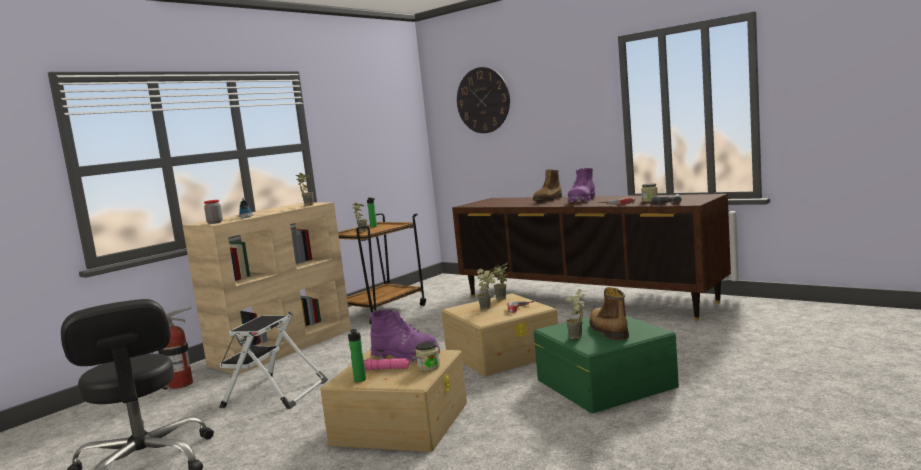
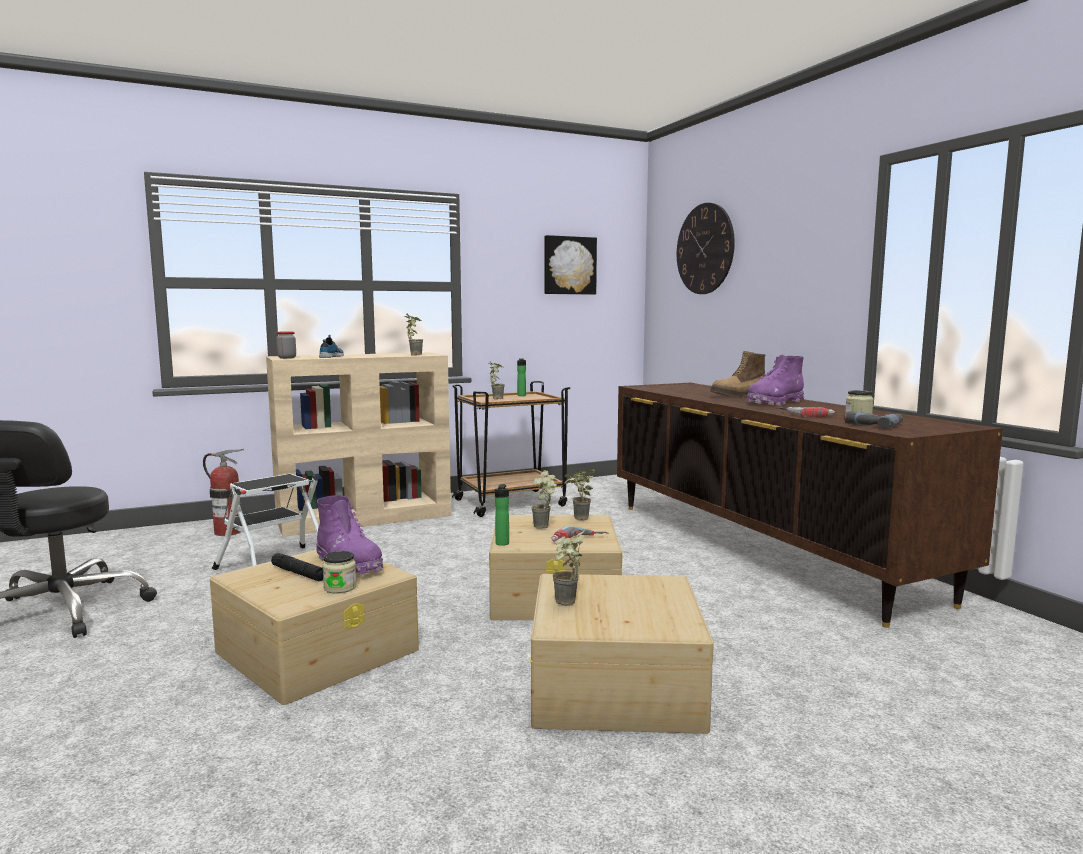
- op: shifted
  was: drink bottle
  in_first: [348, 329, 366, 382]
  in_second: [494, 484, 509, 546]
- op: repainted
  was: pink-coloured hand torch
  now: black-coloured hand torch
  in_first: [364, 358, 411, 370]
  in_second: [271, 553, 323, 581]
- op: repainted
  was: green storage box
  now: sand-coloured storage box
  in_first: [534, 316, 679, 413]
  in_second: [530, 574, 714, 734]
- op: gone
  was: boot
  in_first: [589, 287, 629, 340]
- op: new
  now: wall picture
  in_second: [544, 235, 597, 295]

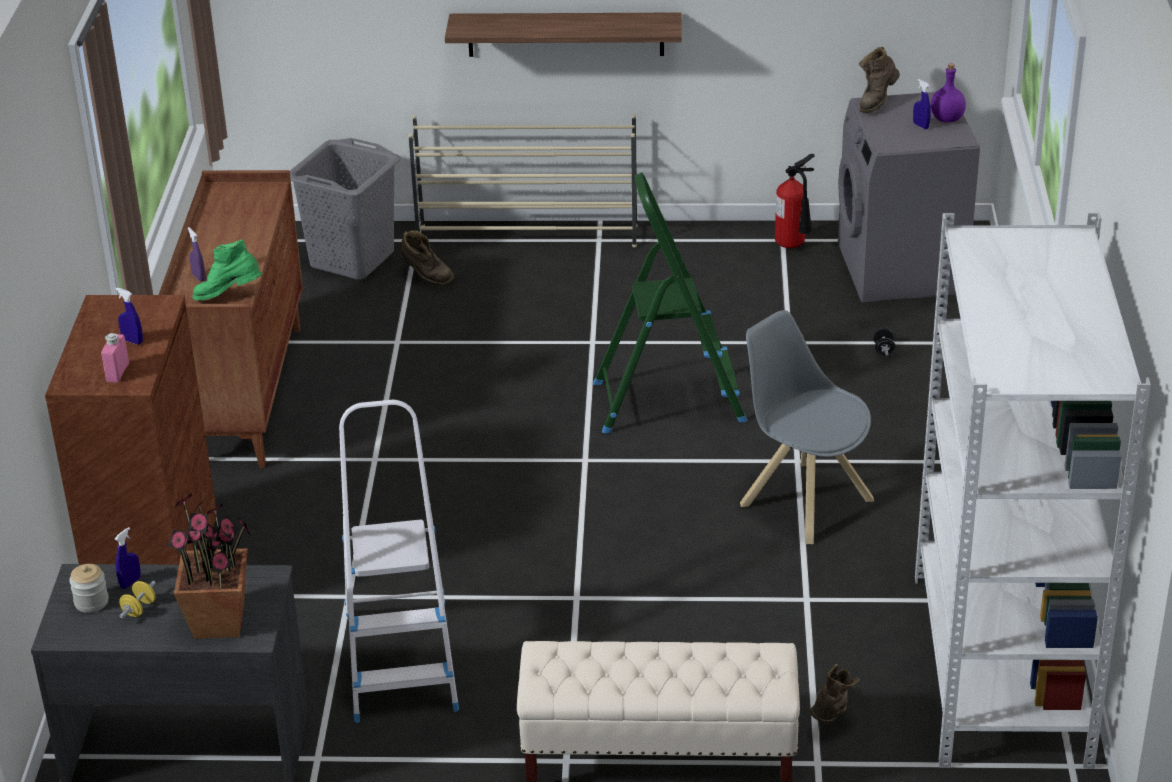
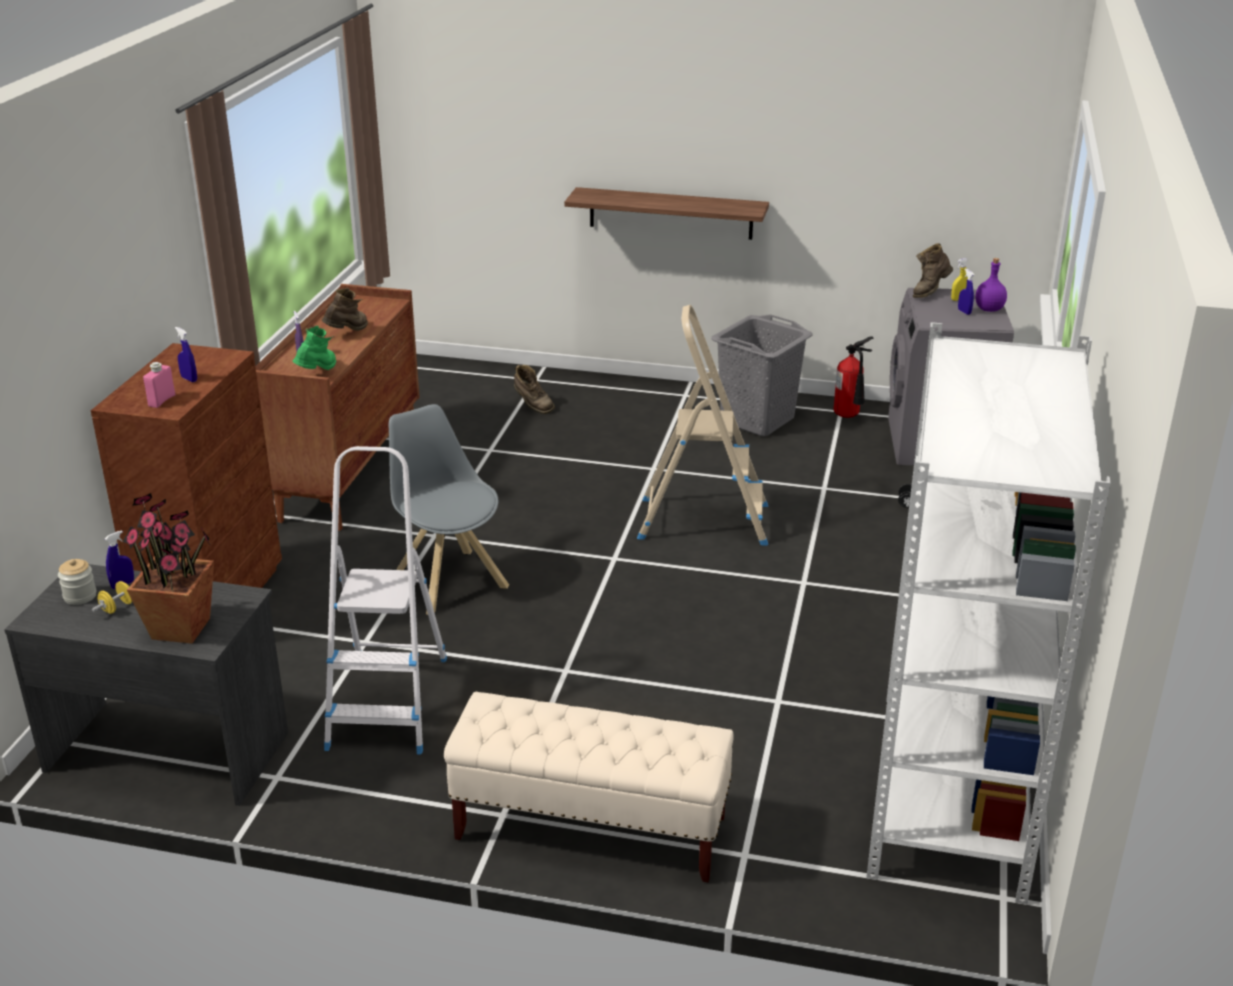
- op: rotated
  was: green boot
  in_first: [193, 239, 262, 300]
  in_second: [293, 325, 336, 370]
  clockwise: 105
- op: shifted
  was: greyish hamper
  in_first: [290, 138, 401, 280]
  in_second: [711, 314, 813, 436]
- op: gone
  was: sand-coloured shoe rack
  in_first: [408, 114, 637, 247]
- op: repainted
  was: green stepladder
  now: sand-coloured stepladder
  in_first: [593, 172, 747, 433]
  in_second: [637, 305, 768, 546]
- op: shifted
  was: greyish upright chair
  in_first: [740, 310, 874, 544]
  in_second: [389, 404, 509, 615]
- op: shifted
  was: brown boot
  in_first: [810, 664, 860, 724]
  in_second: [322, 288, 368, 331]
- op: new
  now: yellowish spray bottle
  in_second: [951, 258, 968, 301]

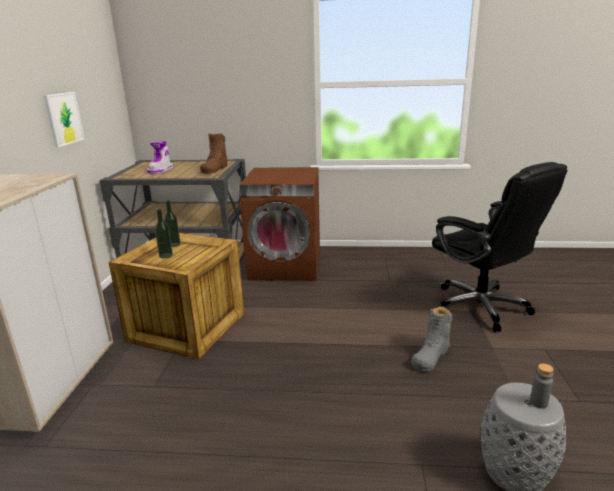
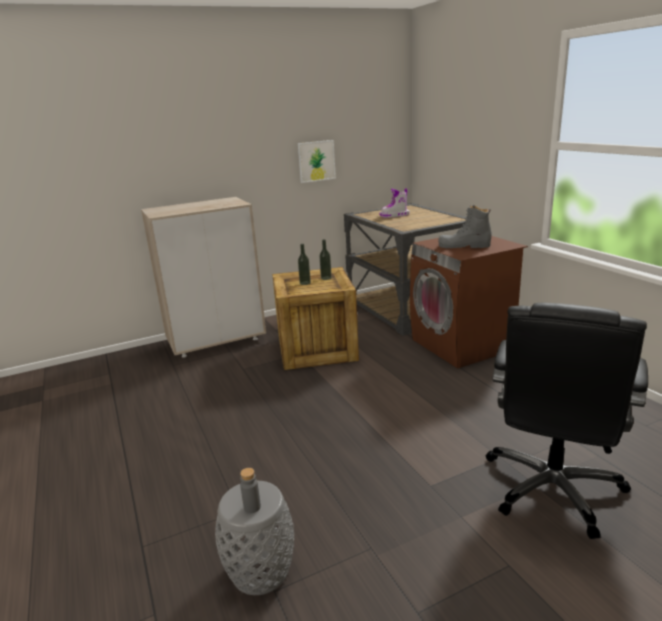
- op: gone
  was: brown boot
  in_first: [200, 134, 228, 174]
- op: shifted
  was: greyish boot
  in_first: [411, 306, 452, 372]
  in_second: [438, 205, 492, 248]

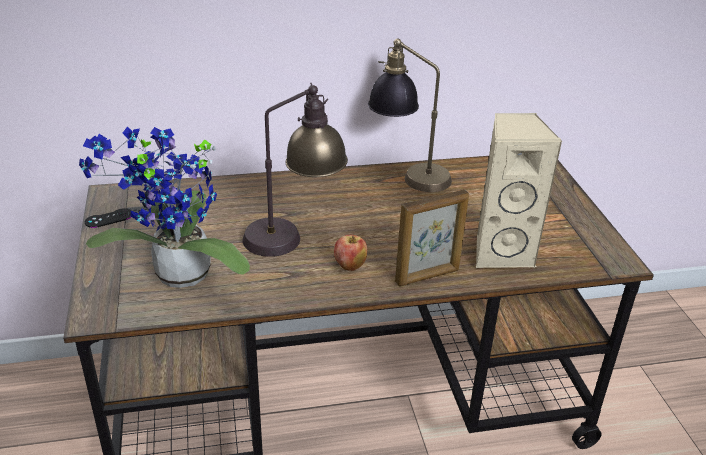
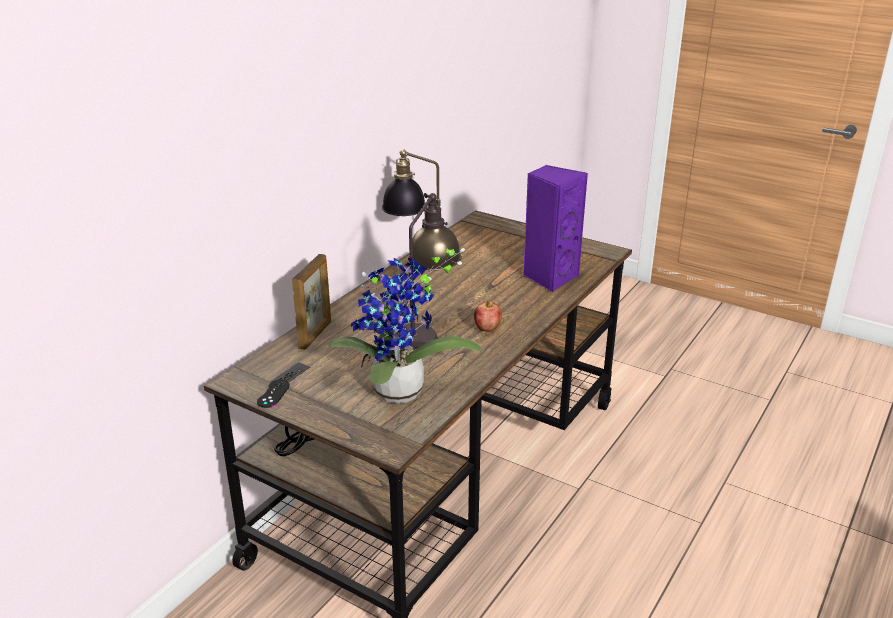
- op: shifted
  was: photo frame
  in_first: [395, 190, 469, 286]
  in_second: [292, 254, 331, 350]
- op: repainted
  was: sand-coloured audio speaker
  now: purple-coloured audio speaker
  in_first: [476, 113, 563, 269]
  in_second: [523, 165, 588, 292]

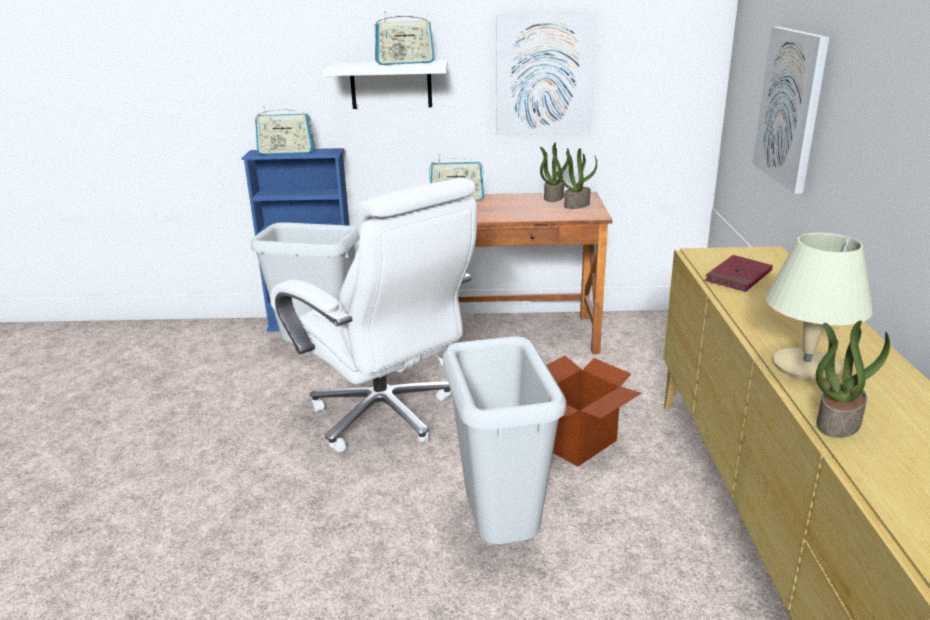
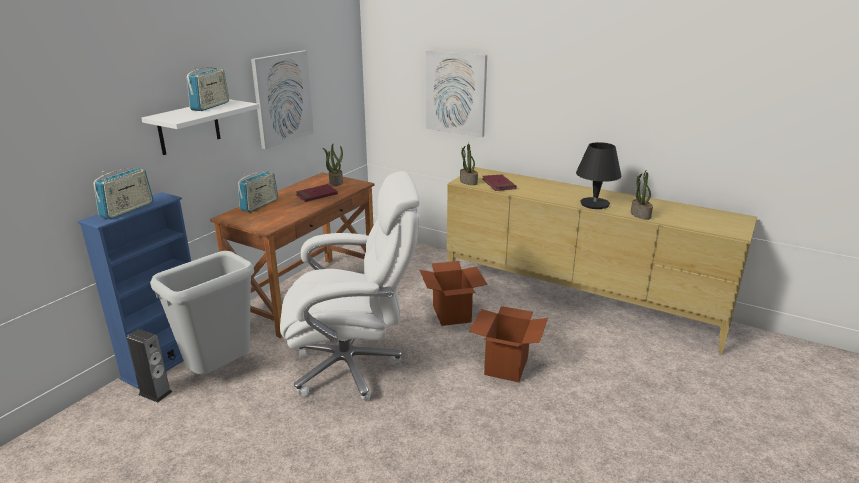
- op: swapped
  was: greyish waste bin
  now: carton
  in_first: [443, 336, 566, 545]
  in_second: [469, 306, 548, 382]
- op: shifted
  was: plant in a pot
  in_first: [540, 142, 570, 202]
  in_second: [460, 142, 478, 185]
- op: repainted
  was: sand-coloured lamp for a table
  now: black-coloured lamp for a table
  in_first: [765, 233, 873, 381]
  in_second: [576, 142, 622, 209]
- op: new
  now: audio speaker
  in_second: [127, 329, 172, 402]
- op: new
  now: red book
  in_second: [296, 184, 338, 202]

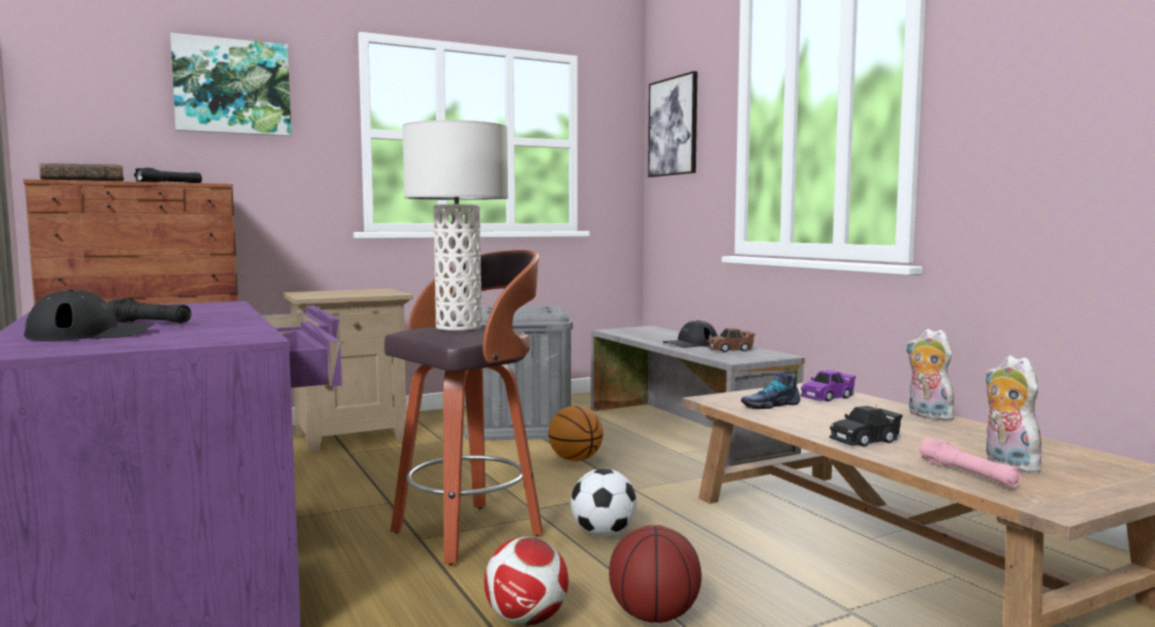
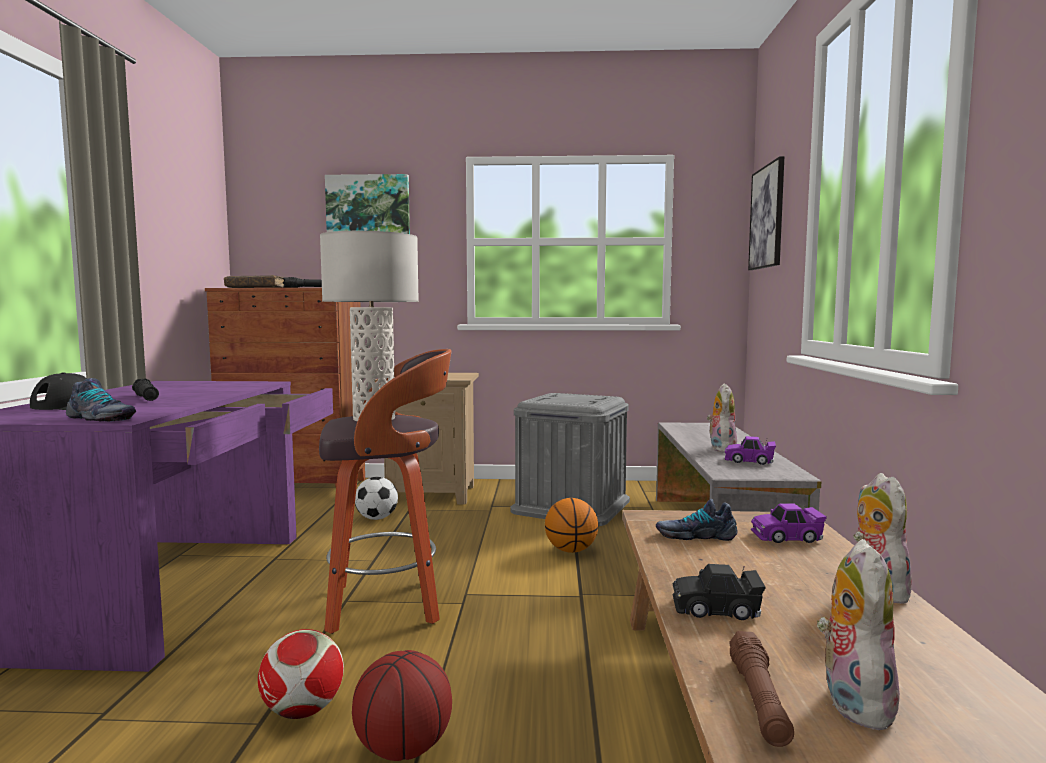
- op: shifted
  was: football ball
  in_first: [571, 468, 637, 537]
  in_second: [355, 477, 398, 520]
- op: swapped
  was: black-coloured baseball cap
  now: plush toy
  in_first: [663, 320, 718, 348]
  in_second: [707, 383, 737, 452]
- op: repainted
  was: brown miniature car
  now: purple-coloured miniature car
  in_first: [708, 328, 755, 352]
  in_second: [725, 436, 776, 465]
- op: repainted
  was: pink-coloured hand torch
  now: brown hand torch
  in_first: [919, 438, 1022, 488]
  in_second: [729, 631, 794, 747]
- op: new
  now: low shoe
  in_second: [66, 378, 136, 422]

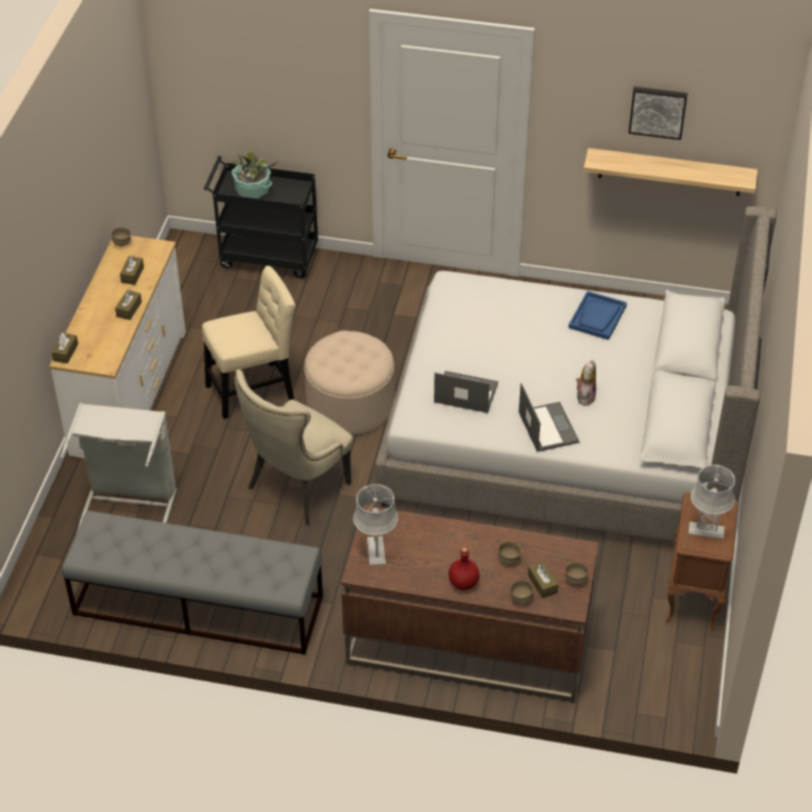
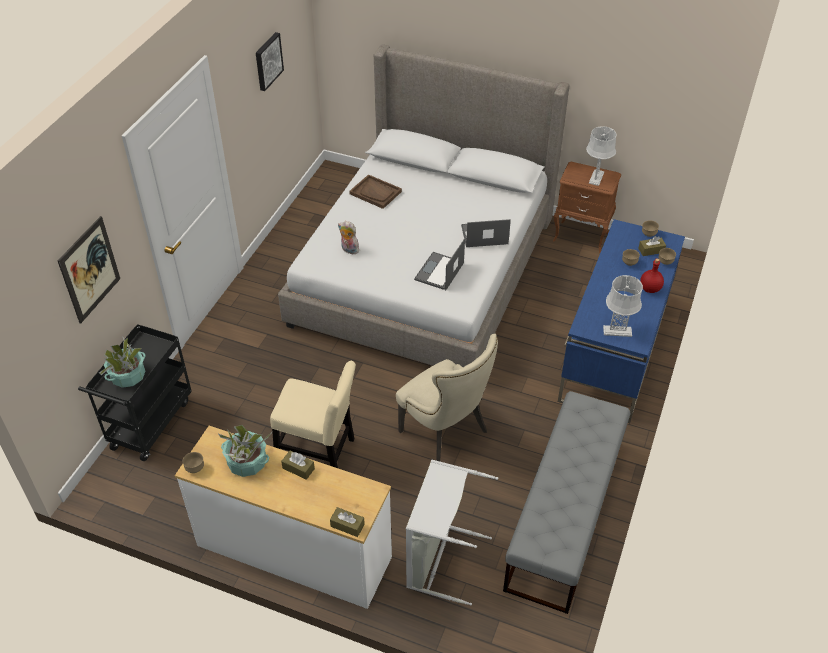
- op: swapped
  was: brown box of tissues
  now: plant in a pot
  in_first: [120, 255, 144, 285]
  in_second: [218, 425, 273, 477]
- op: rotated
  was: sand-coloured upright chair
  in_first: [202, 266, 296, 419]
  in_second: [270, 361, 356, 468]
  clockwise: 120
- op: gone
  was: sand-coloured footrest
  in_first: [304, 331, 395, 435]
- op: repainted
  was: brown desk unit
  now: blue-coloured desk unit
  in_first: [341, 505, 599, 703]
  in_second: [558, 219, 685, 423]
- op: repainted
  was: blue-coloured tray
  now: brown tray
  in_first: [568, 291, 627, 340]
  in_second: [349, 174, 402, 209]
- op: shifted
  was: plush toy
  in_first: [576, 360, 596, 406]
  in_second: [338, 221, 359, 254]
- op: gone
  was: shelf
  in_first: [584, 148, 758, 196]
- op: new
  now: wall picture
  in_second: [58, 216, 120, 324]

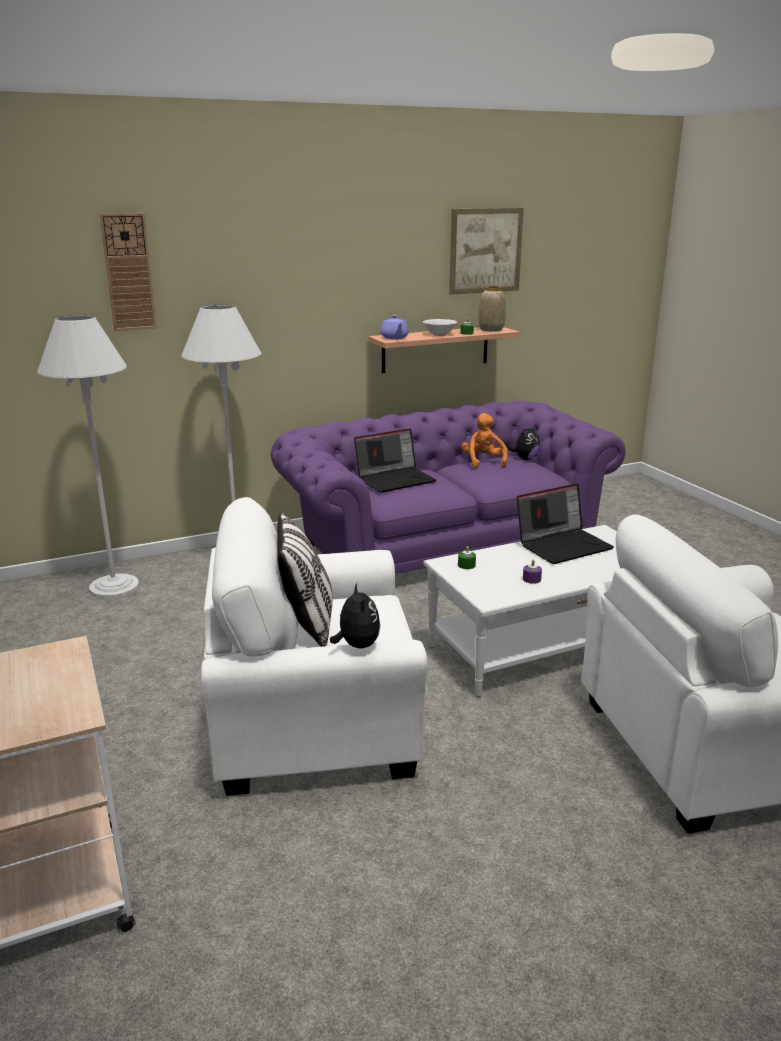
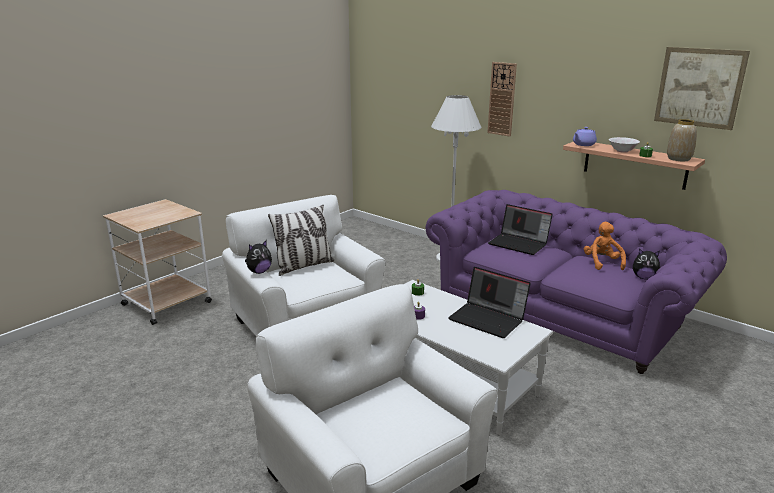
- op: gone
  was: white standard lamp
  in_first: [37, 315, 139, 599]
- op: shifted
  was: hanging clock
  in_first: [100, 213, 157, 331]
  in_second: [488, 62, 517, 136]
- op: rotated
  was: orange plush toy
  in_first: [461, 413, 508, 468]
  in_second: [584, 222, 626, 270]
  clockwise: -60

